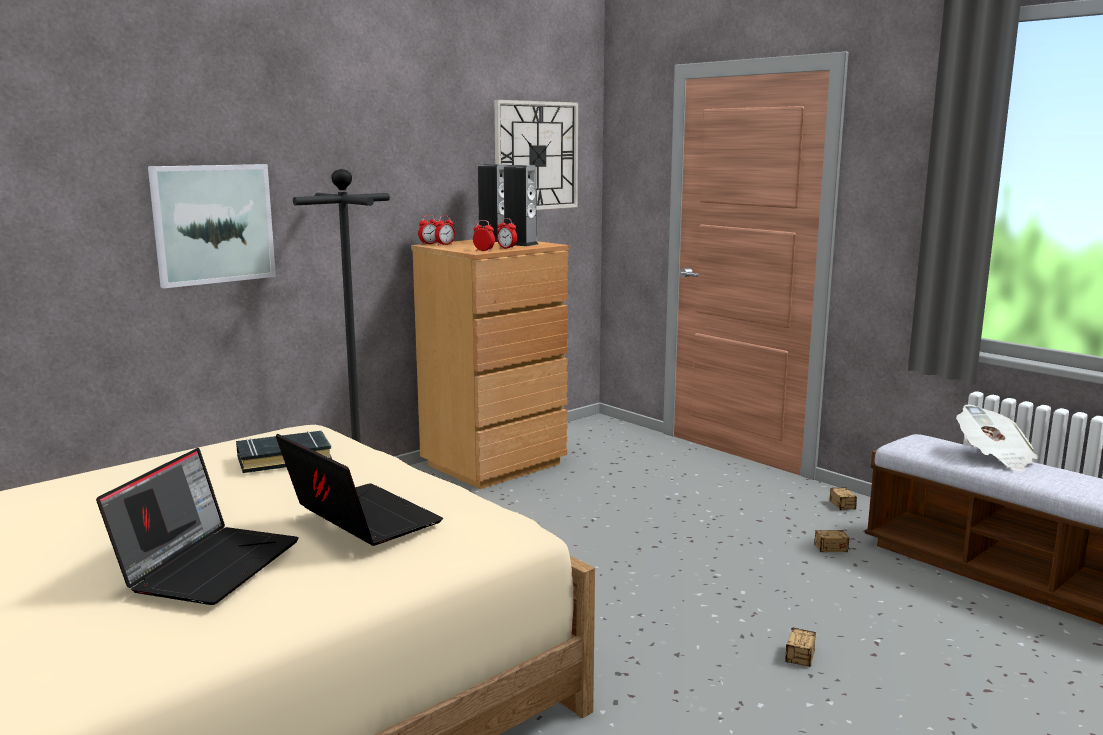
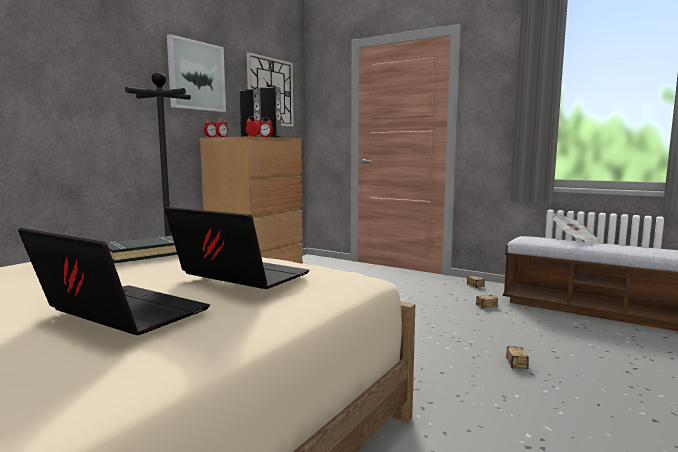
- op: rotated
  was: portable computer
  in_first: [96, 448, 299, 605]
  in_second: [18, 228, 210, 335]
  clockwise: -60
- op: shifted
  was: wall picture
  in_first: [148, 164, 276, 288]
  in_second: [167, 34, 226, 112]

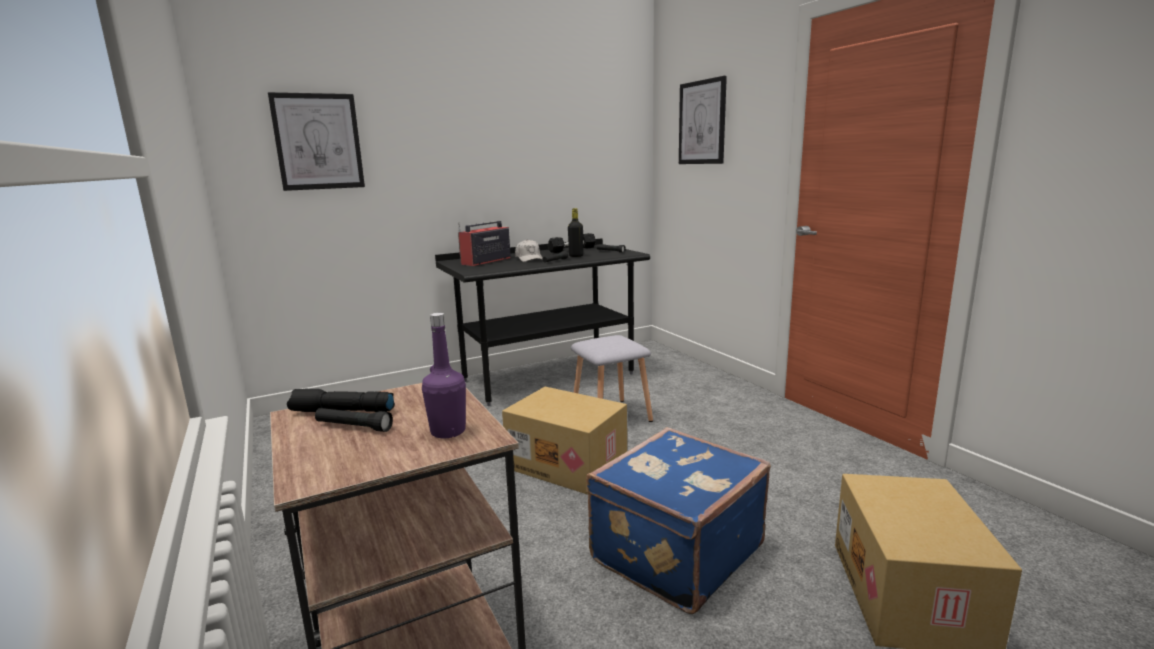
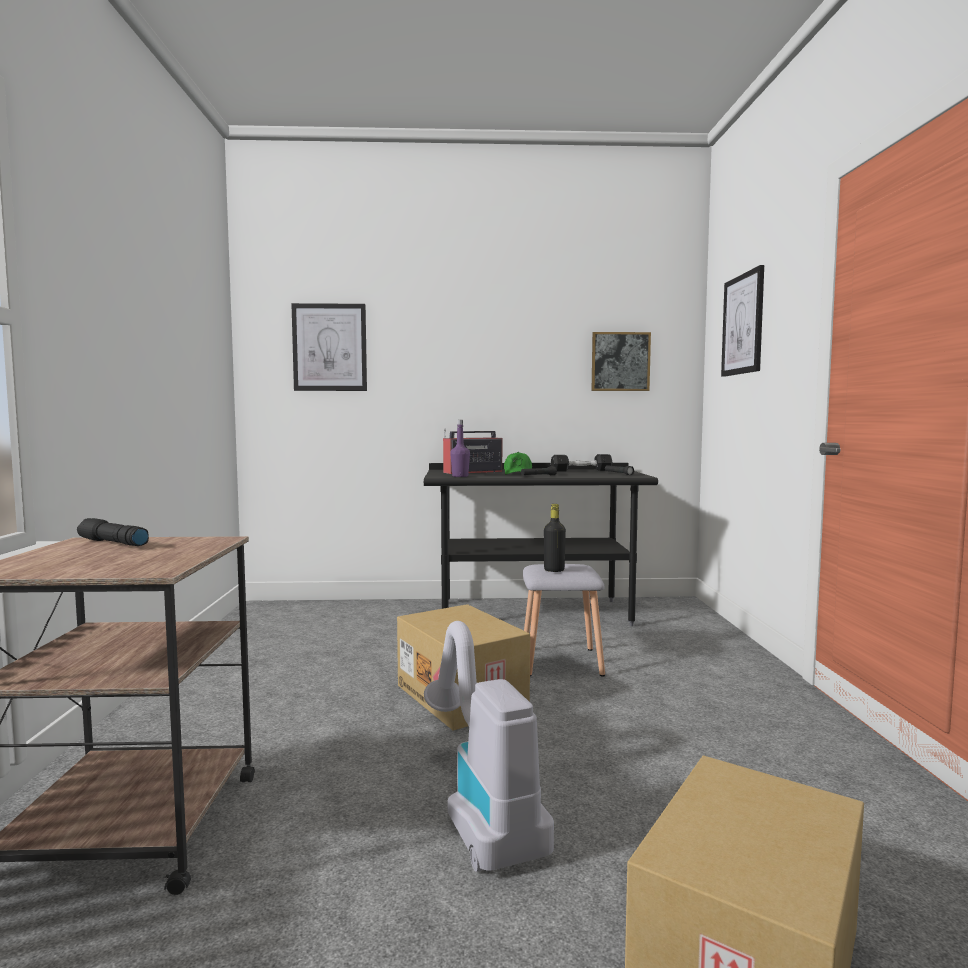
- op: gone
  was: black-coloured hand torch
  in_first: [315, 408, 393, 432]
- op: shifted
  was: purple-coloured drink bottle
  in_first: [422, 313, 466, 438]
  in_second: [450, 420, 470, 477]
- op: repainted
  was: white baseball cap
  now: green baseball cap
  in_first: [515, 239, 543, 262]
  in_second: [504, 452, 532, 475]
- op: shifted
  was: black-coloured drink bottle
  in_first: [568, 208, 583, 257]
  in_second: [544, 504, 566, 572]
- op: swapped
  was: blue-coloured piece of luggage
  now: vacuum
  in_first: [586, 427, 771, 614]
  in_second: [424, 621, 554, 872]
- op: new
  now: wall picture
  in_second: [592, 332, 651, 391]

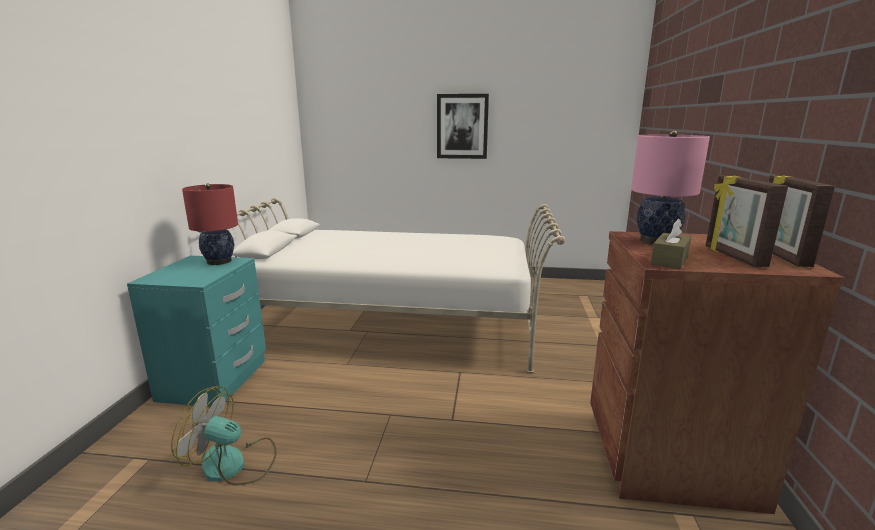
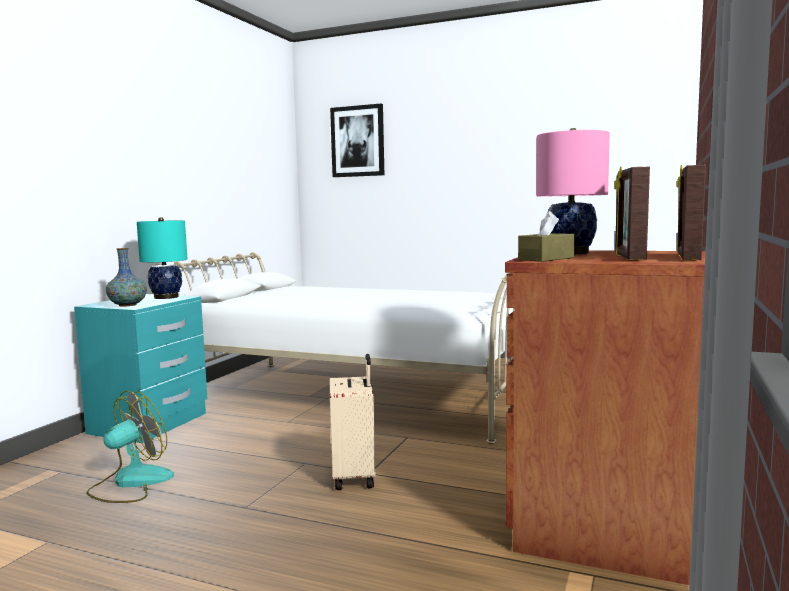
- op: rotated
  was: cooling fan
  in_first: [171, 386, 277, 486]
  in_second: [86, 391, 174, 503]
  clockwise: 105
- op: repainted
  was: red lamp for a table
  now: blue-green lamp for a table
  in_first: [182, 183, 238, 265]
  in_second: [137, 217, 187, 299]
- op: shifted
  was: wall picture
  in_first: [437, 94, 489, 159]
  in_second: [330, 104, 384, 177]
- op: new
  now: vase
  in_second: [106, 248, 147, 306]
- op: new
  now: sand-coloured piece of luggage
  in_second: [330, 354, 376, 490]

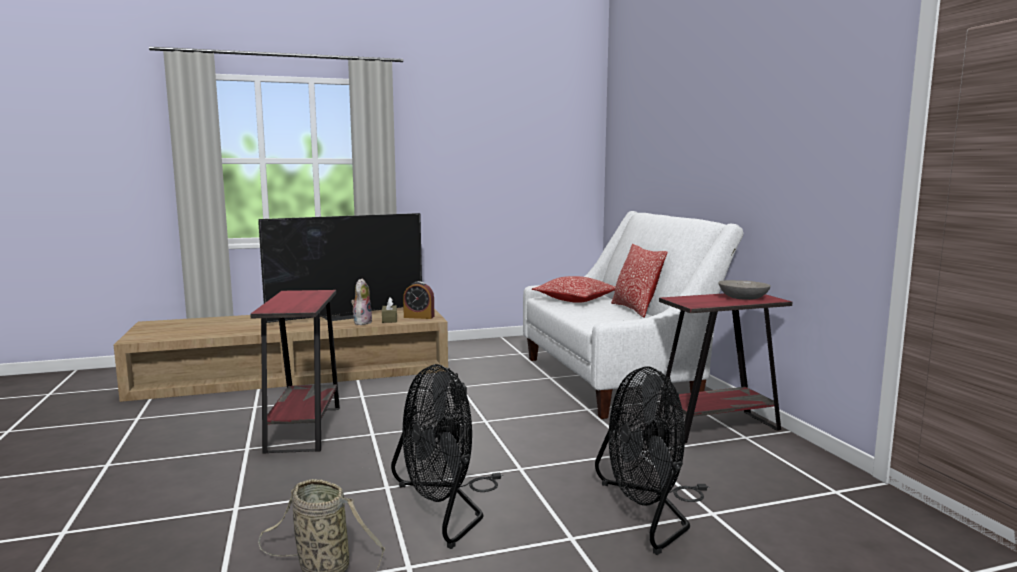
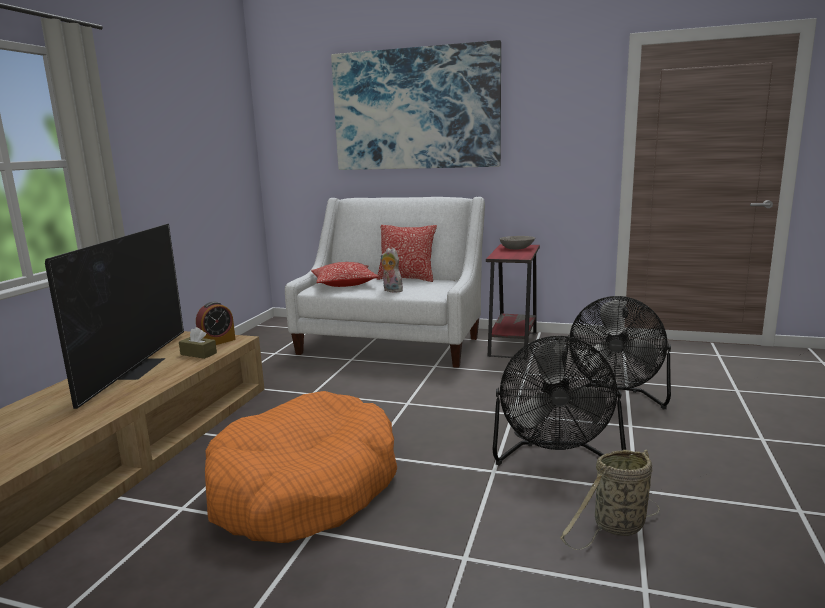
- op: swapped
  was: red side table
  now: orange dog bed
  in_first: [250, 290, 340, 454]
  in_second: [205, 391, 397, 543]
- op: shifted
  was: plush toy
  in_first: [351, 279, 372, 325]
  in_second: [381, 248, 405, 293]
- op: new
  now: wall picture
  in_second: [331, 40, 501, 170]

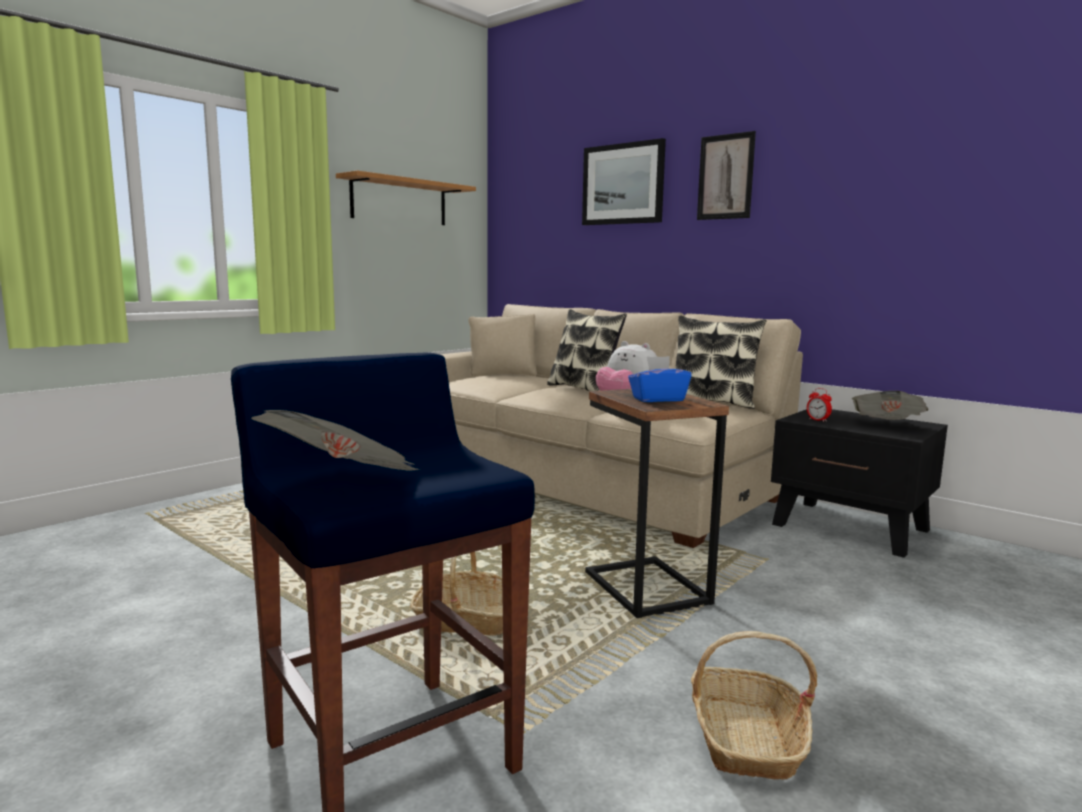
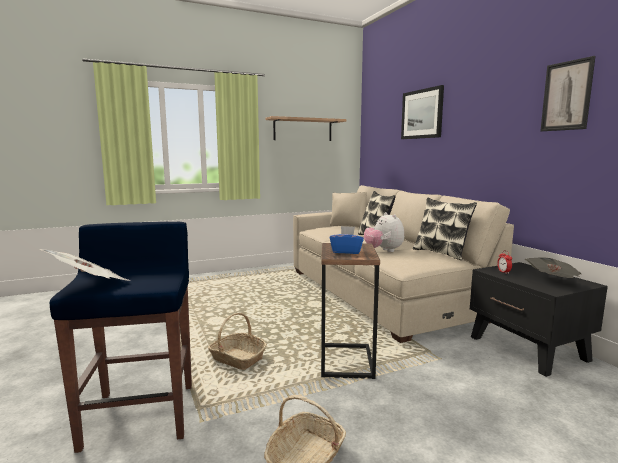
- op: shifted
  was: wall picture
  in_first: [697, 131, 756, 220]
  in_second: [540, 56, 596, 131]

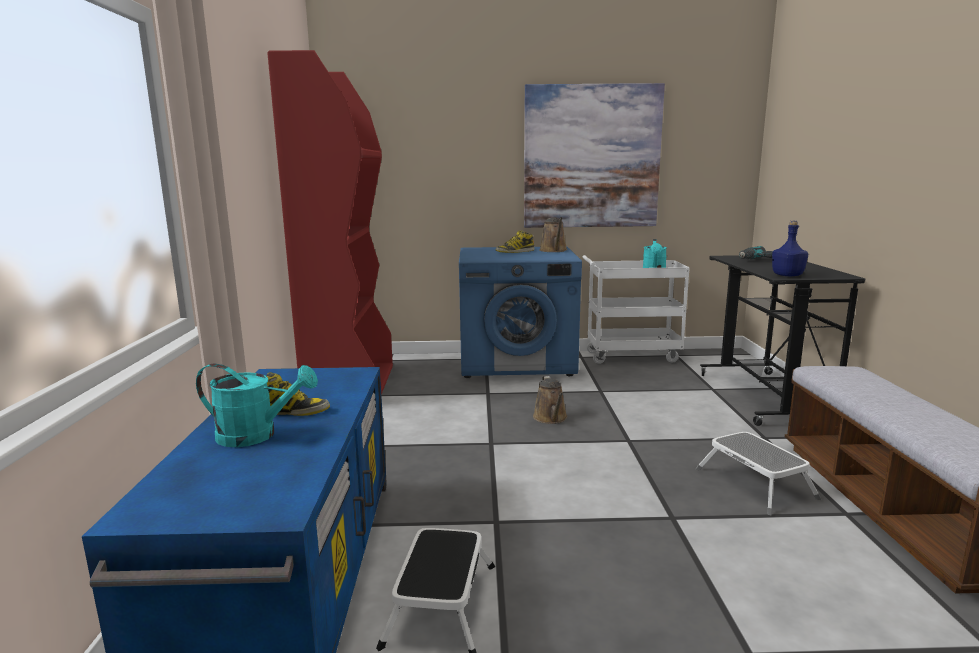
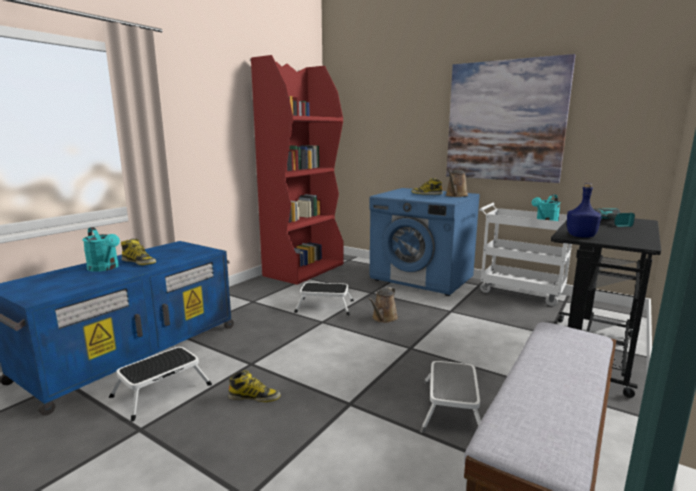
- op: new
  now: boot
  in_second: [228, 370, 281, 402]
- op: new
  now: black-coloured stepladder
  in_second: [294, 282, 354, 315]

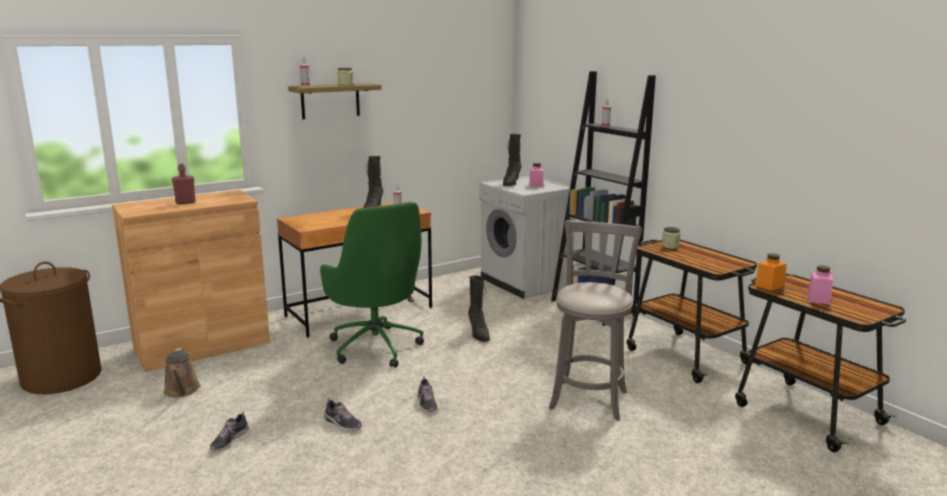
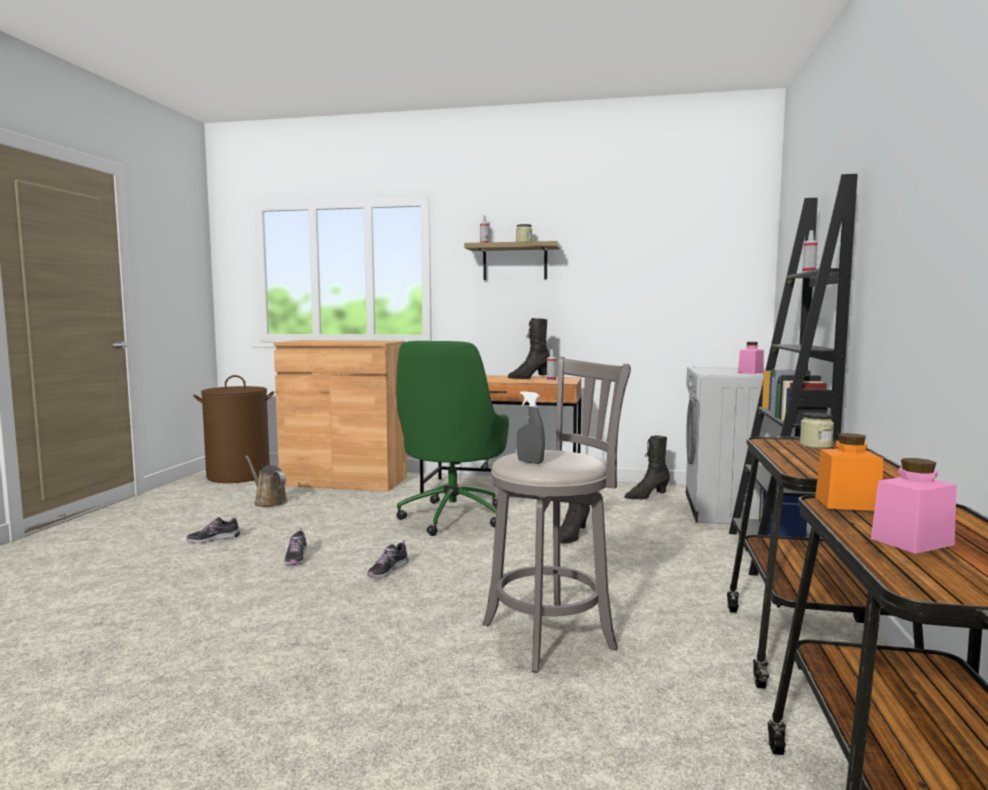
- op: rotated
  was: brown watering can
  in_first: [164, 348, 201, 397]
  in_second: [245, 455, 288, 507]
  clockwise: 105
- op: gone
  was: red drink bottle
  in_first: [172, 164, 196, 204]
- op: shifted
  was: black-coloured boot
  in_first: [503, 134, 521, 186]
  in_second: [624, 435, 670, 500]
- op: new
  now: greyish spray bottle
  in_second: [517, 391, 545, 464]

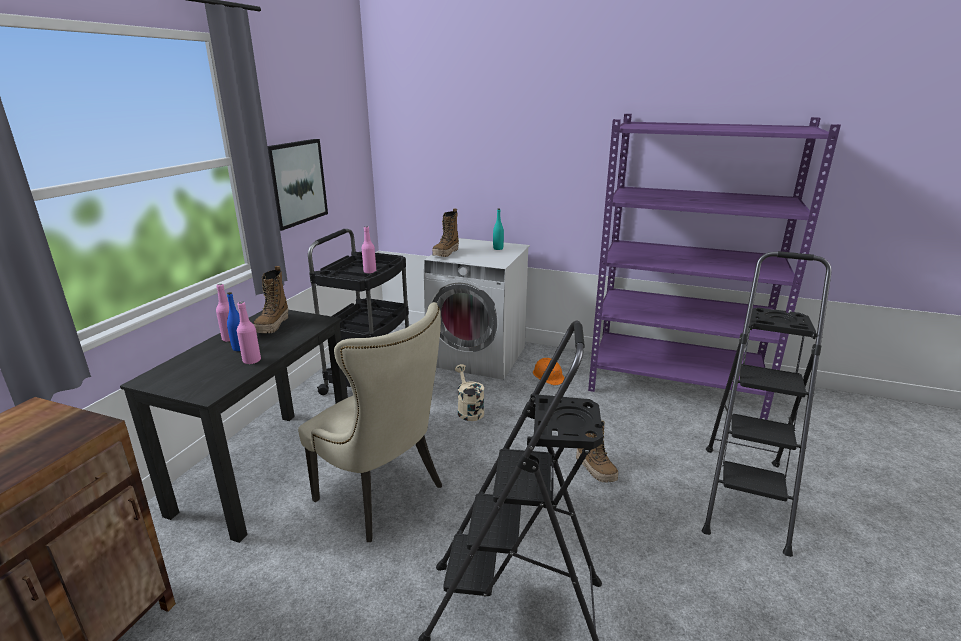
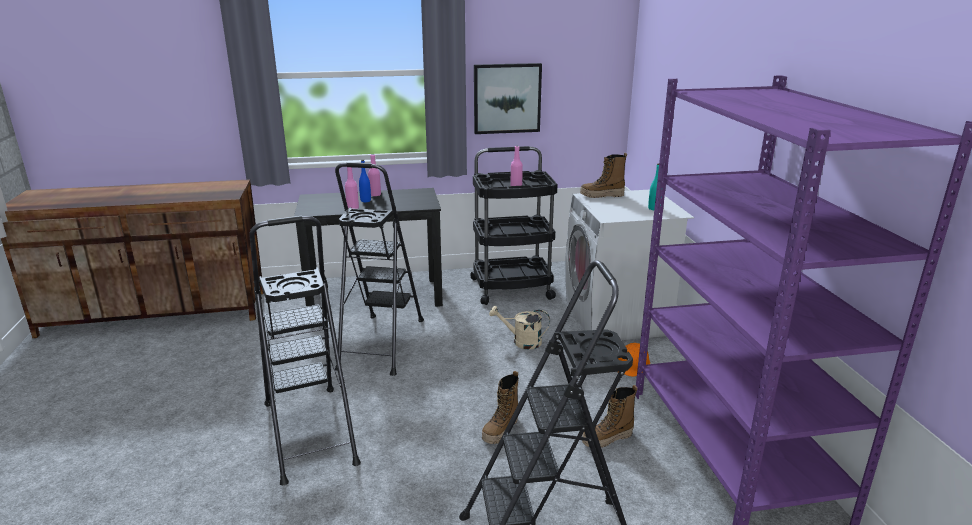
- op: shifted
  was: boot
  in_first: [253, 266, 289, 333]
  in_second: [582, 385, 638, 448]
- op: swapped
  was: sand-coloured upright chair
  now: stepladder
  in_first: [298, 302, 442, 542]
  in_second: [335, 162, 424, 376]
- op: rotated
  was: sand-coloured watering can
  in_first: [455, 364, 484, 421]
  in_second: [489, 306, 550, 349]
  clockwise: -120

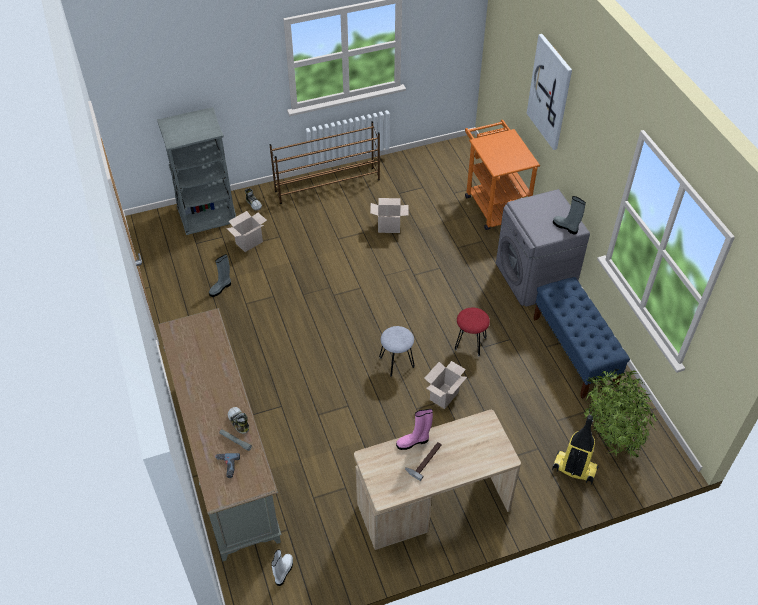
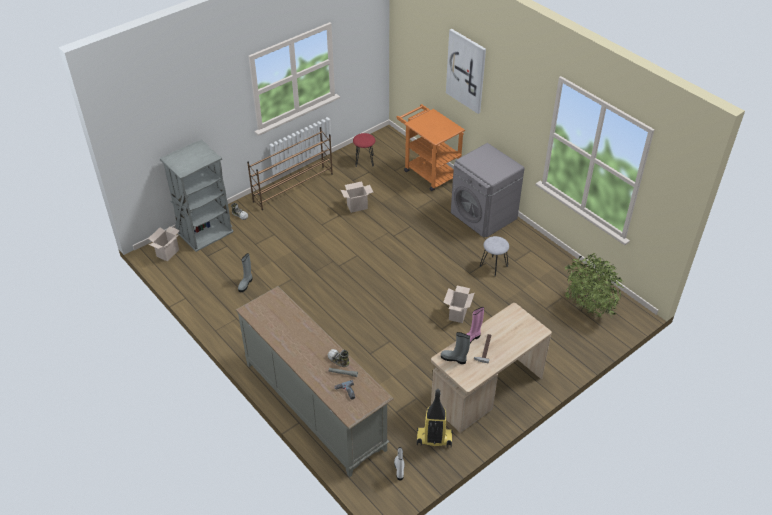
- op: shifted
  was: carton
  in_first: [226, 211, 267, 252]
  in_second: [148, 226, 180, 261]
- op: shifted
  was: greyish stool seat
  in_first: [379, 326, 415, 377]
  in_second: [480, 236, 509, 276]
- op: shifted
  was: red stool seat
  in_first: [454, 307, 490, 357]
  in_second: [353, 133, 375, 167]
- op: gone
  was: blue-coloured long seat
  in_first: [533, 277, 630, 399]
- op: shifted
  was: vacuum
  in_first: [552, 415, 599, 484]
  in_second: [417, 389, 453, 447]
- op: shifted
  was: greyish boot
  in_first: [553, 196, 586, 234]
  in_second: [441, 332, 470, 364]

